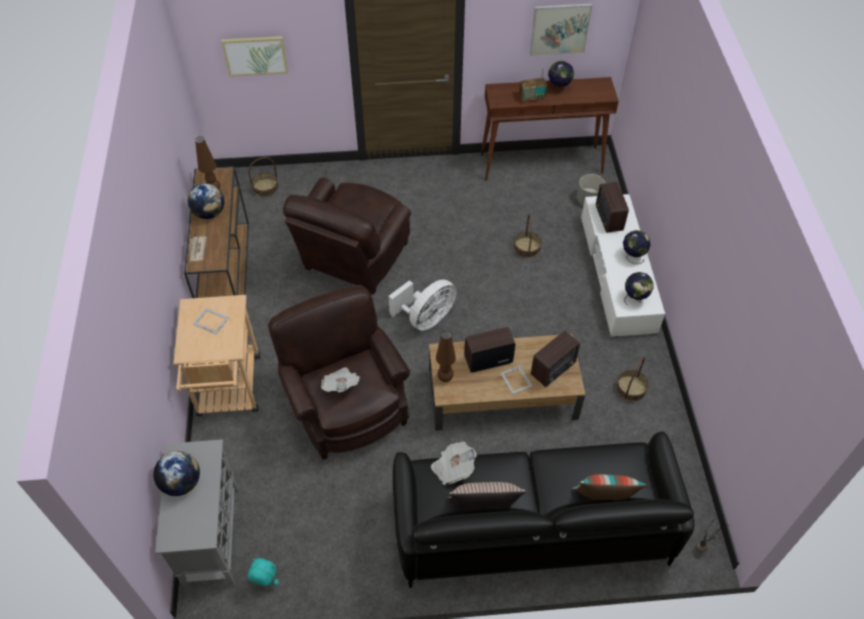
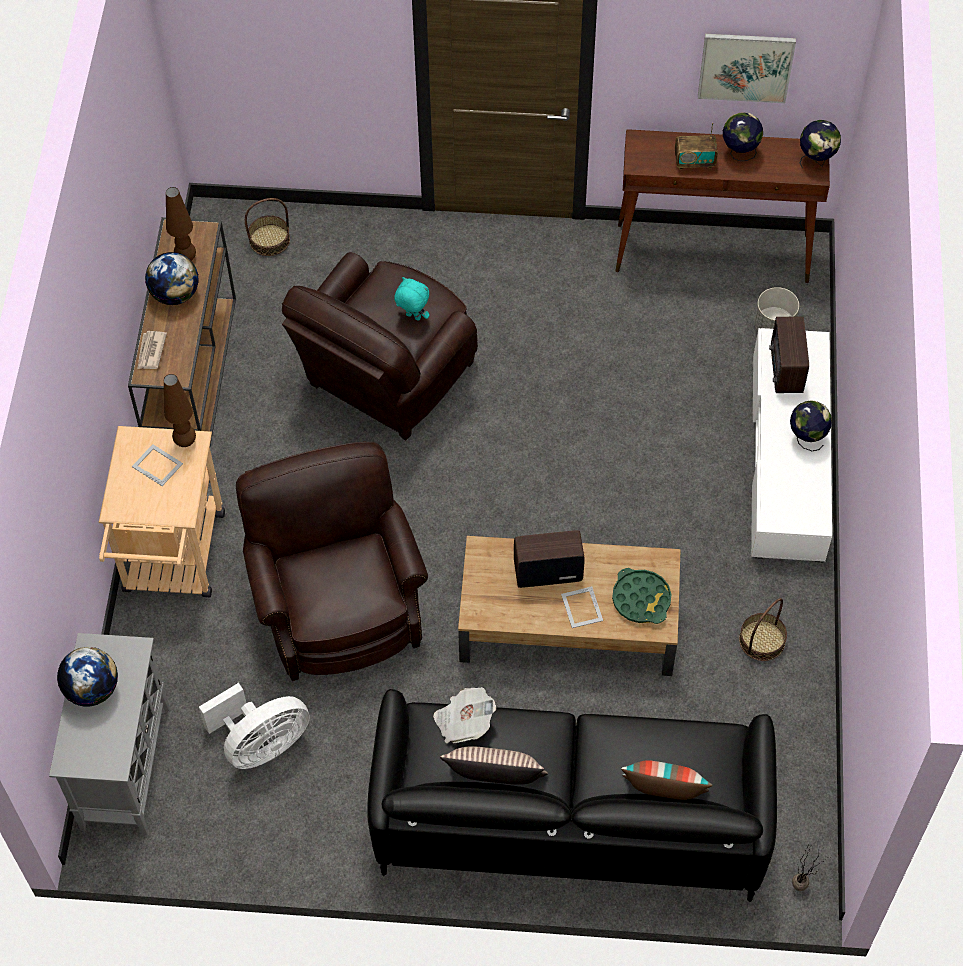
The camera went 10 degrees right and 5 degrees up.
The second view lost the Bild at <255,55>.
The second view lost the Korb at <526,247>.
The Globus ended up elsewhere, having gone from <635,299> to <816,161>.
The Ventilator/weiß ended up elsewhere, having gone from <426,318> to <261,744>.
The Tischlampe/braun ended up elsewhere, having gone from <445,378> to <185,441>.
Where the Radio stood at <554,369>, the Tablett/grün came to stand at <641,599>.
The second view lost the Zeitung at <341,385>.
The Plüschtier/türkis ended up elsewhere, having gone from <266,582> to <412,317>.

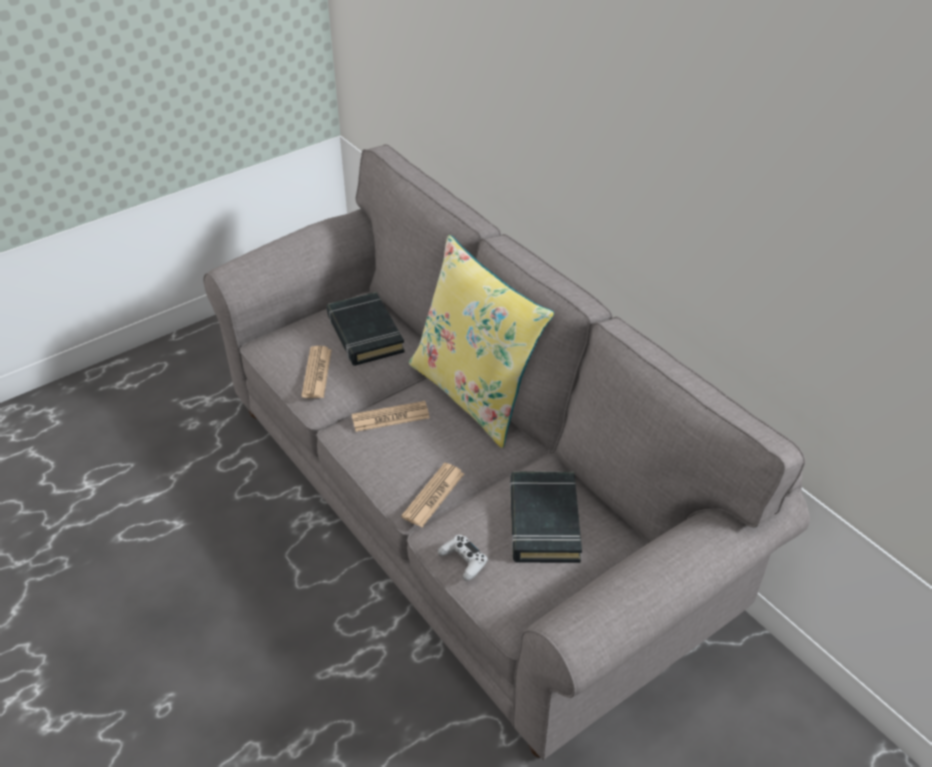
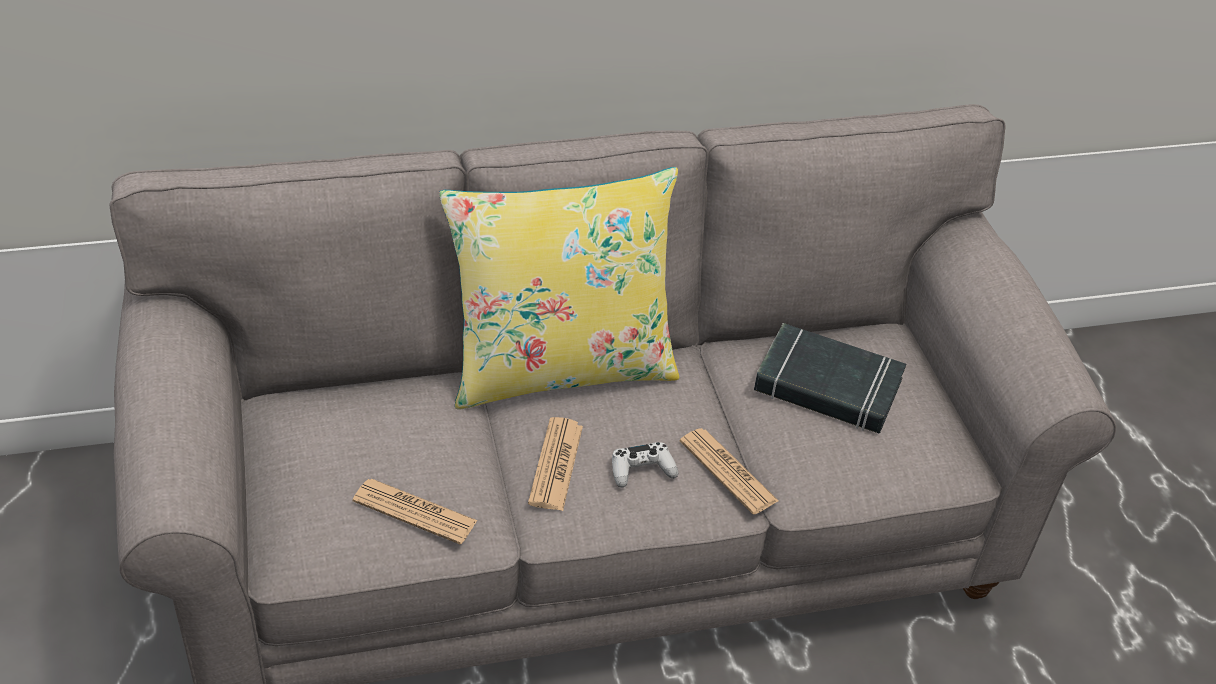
The camera went 70 degrees left and 0 degrees up.
The second view lost the Buch/schwarz at <364,334>.
The Gamepad/weiß ended up elsewhere, having gone from <463,561> to <641,470>.

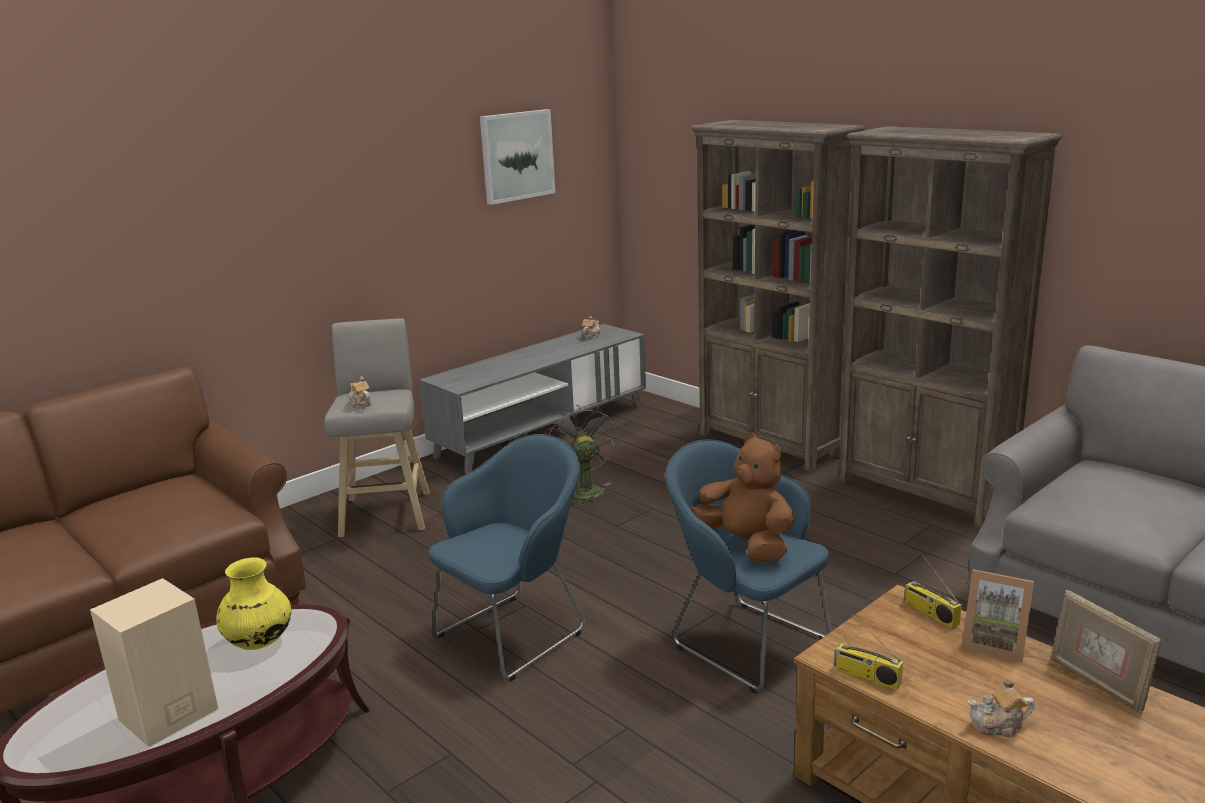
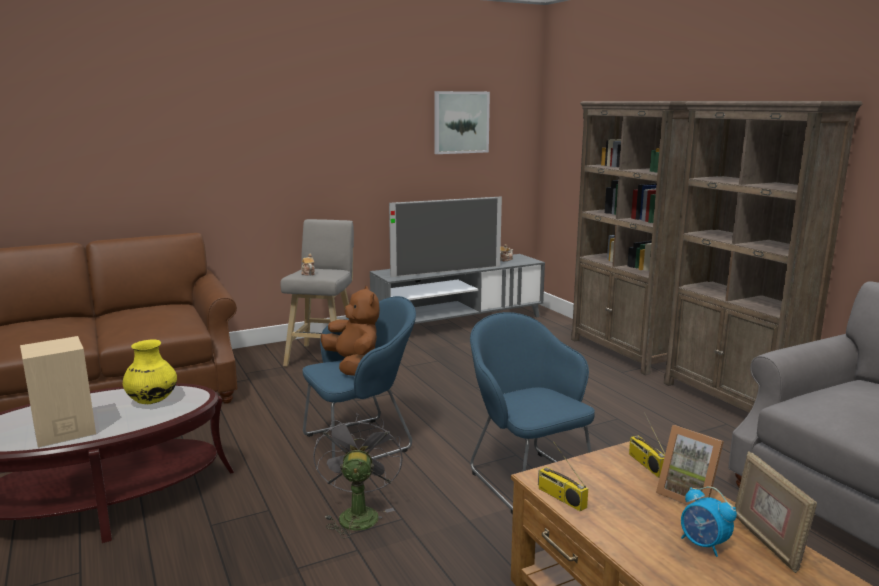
The camera went 15 degrees right and 5 degrees down.
The Ventilator/grau ended up elsewhere, having gone from <583,490> to <357,514>.
The Plüschtier/braun ended up elsewhere, having gone from <746,545> to <353,366>.
The second view lost the Teekanne at <998,726>.
The second view gained the Fernseher at <447,271>.
The second view gained the Wecker at <703,545>.

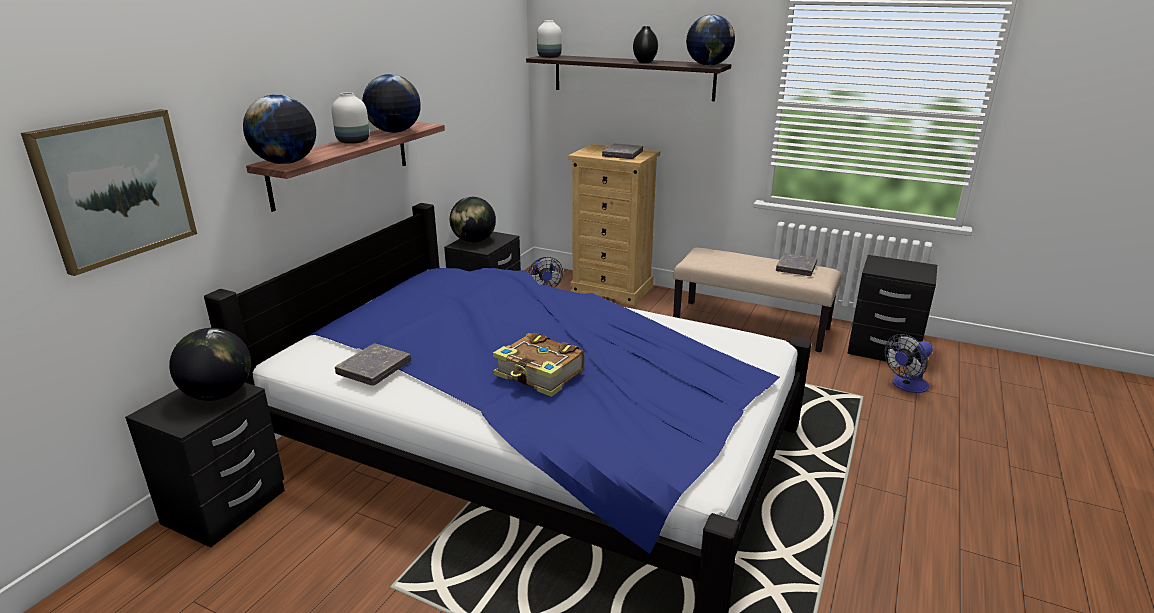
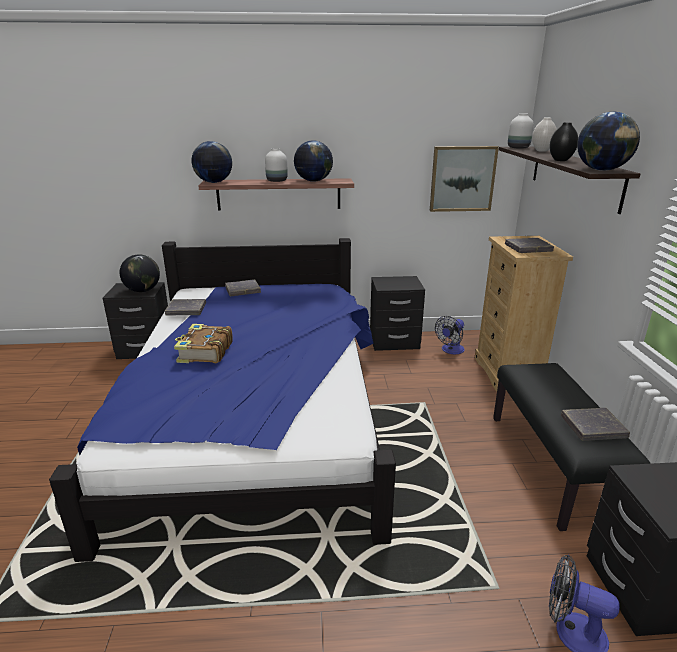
The camera went 60 degrees right and 0 degrees up.
The Bild ended up elsewhere, having gone from <115,188> to <462,179>.
The second view lost the Globus at <474,241>.
What was the Bank/beige at <751,325> turned into the Bank/schwarz at <553,466>.
The second view gained the Vase/weiß at <541,151>.
The second view gained the Buch/grau at <243,290>.

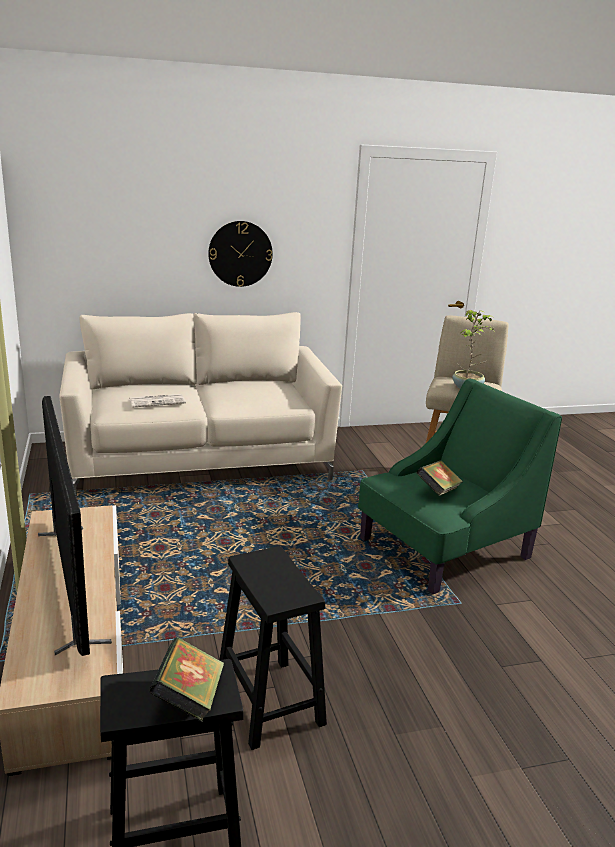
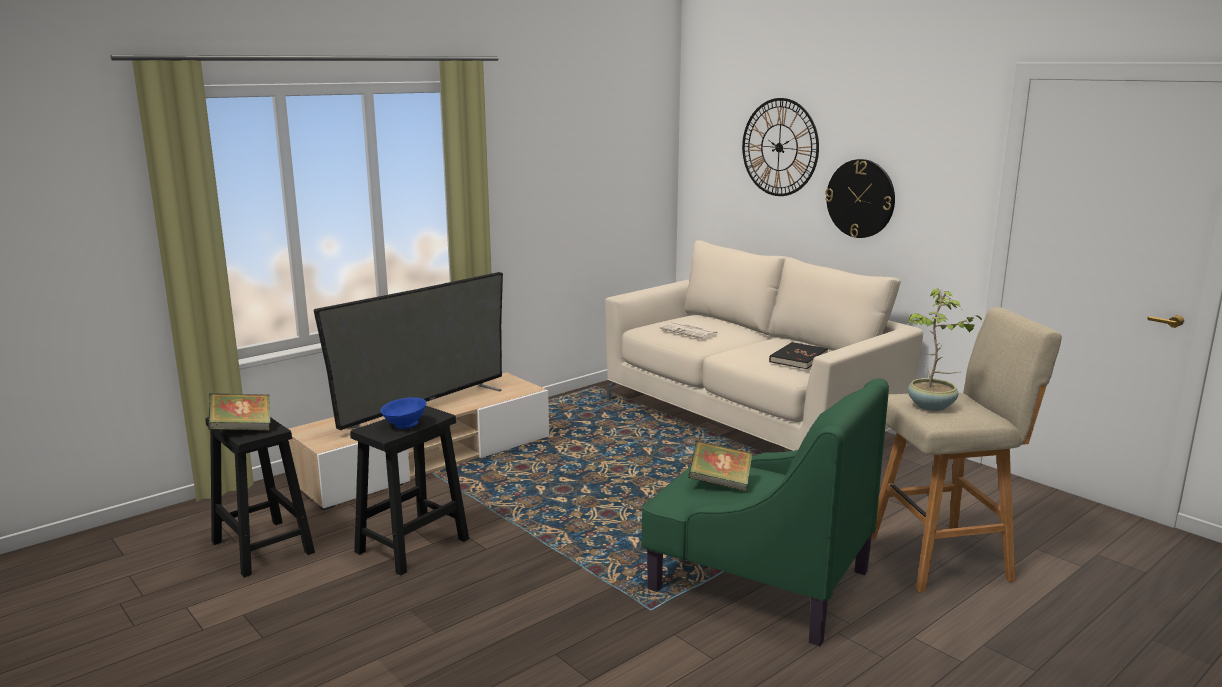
The camera went 65 degrees right and 5 degrees down.
The second view gained the Wanduhr at <779,147>.
The second view gained the Buch/schwarz at <798,358>.
The second view gained the Schüssel/blau at <404,425>.

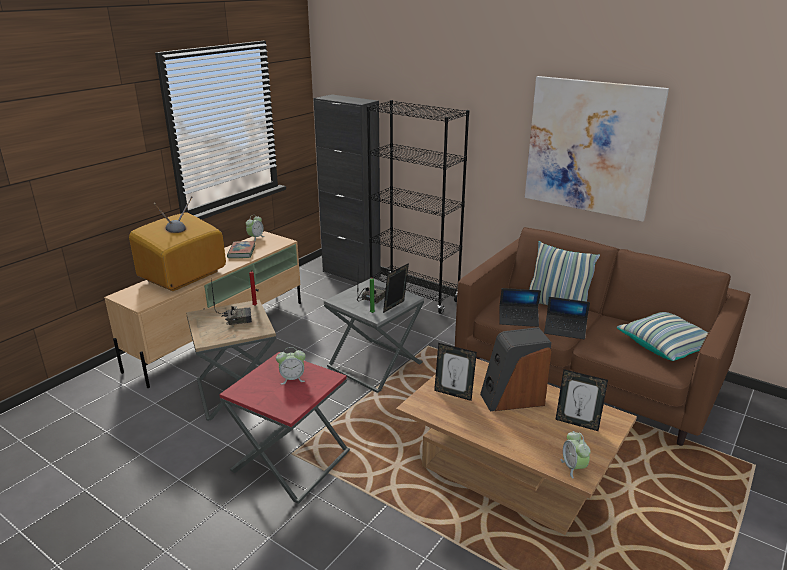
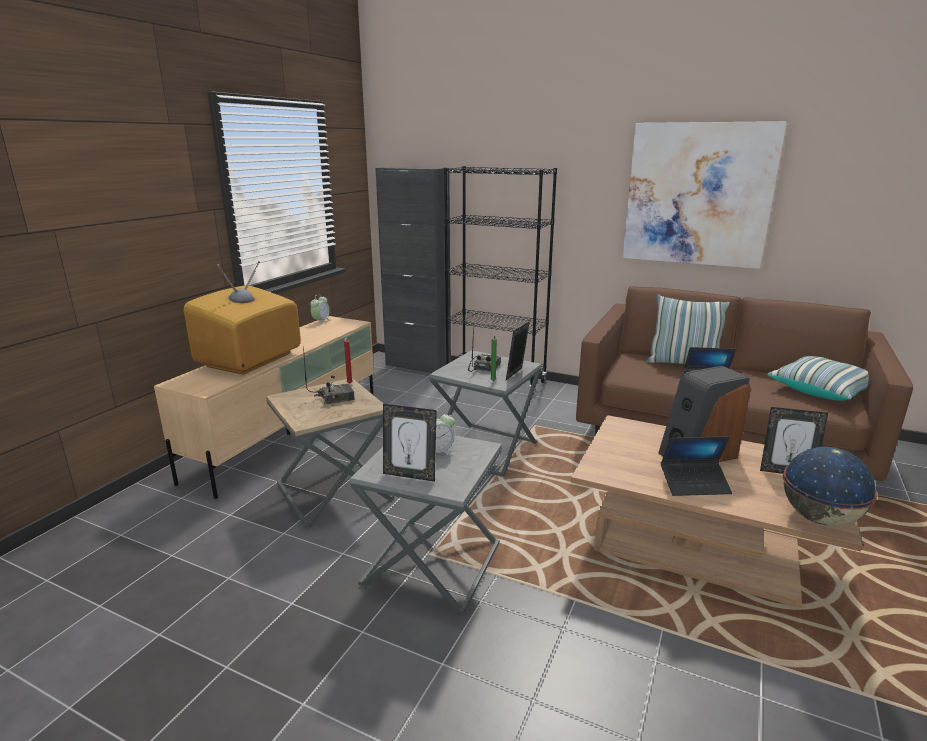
The camera went 10 degrees left and 5 degrees down.
The second view lost the Buch at <241,252>.
The Laptop ended up elsewhere, having gone from <518,319> to <694,484>.
The Bilderrahmen ended up elsewhere, having gone from <453,394> to <410,475>.
What was the Beistelltisch/rot at <291,461> turned into the Beistelltisch/grau at <432,563>.
Where the Wecker stood at <573,467>, the Globus came to stand at <820,518>.

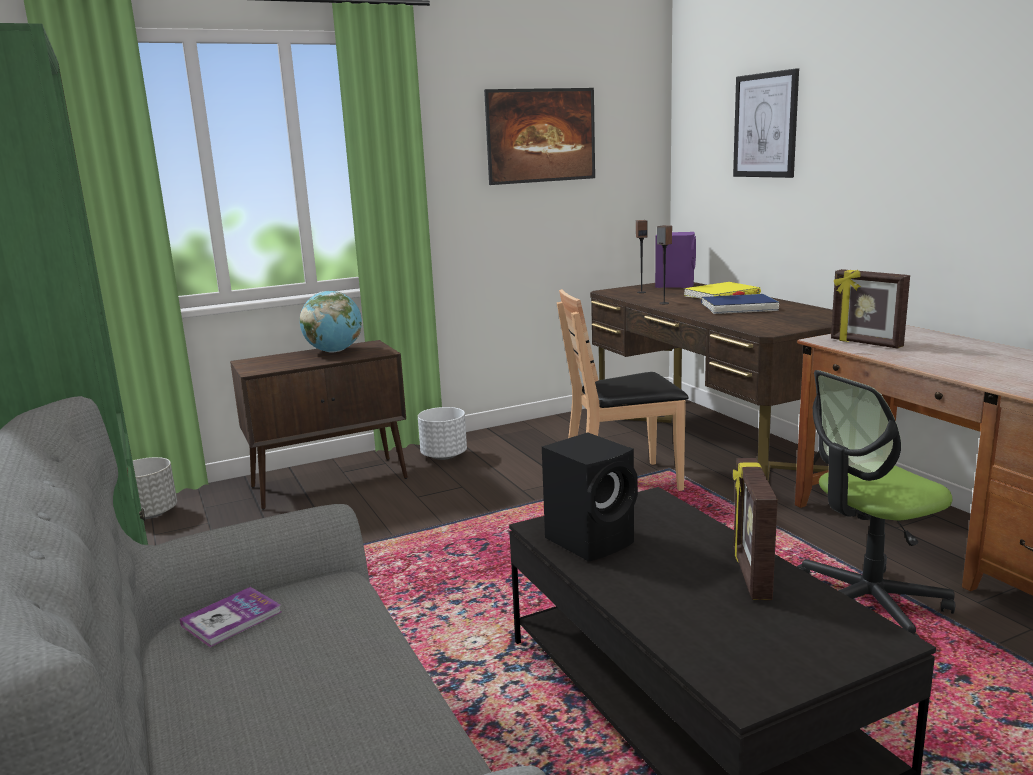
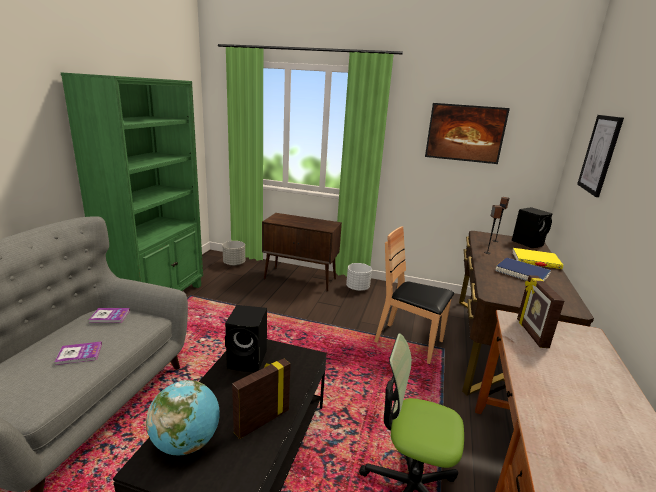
The camera went 40 degrees right and 5 degrees up.
What was the Lautsprecher/lila at <675,285> turned into the Lautsprecher/schwarz at <528,243>.
The Globus ended up elsewhere, having gone from <334,351> to <186,443>.
The second view gained the Buch at <79,354>.

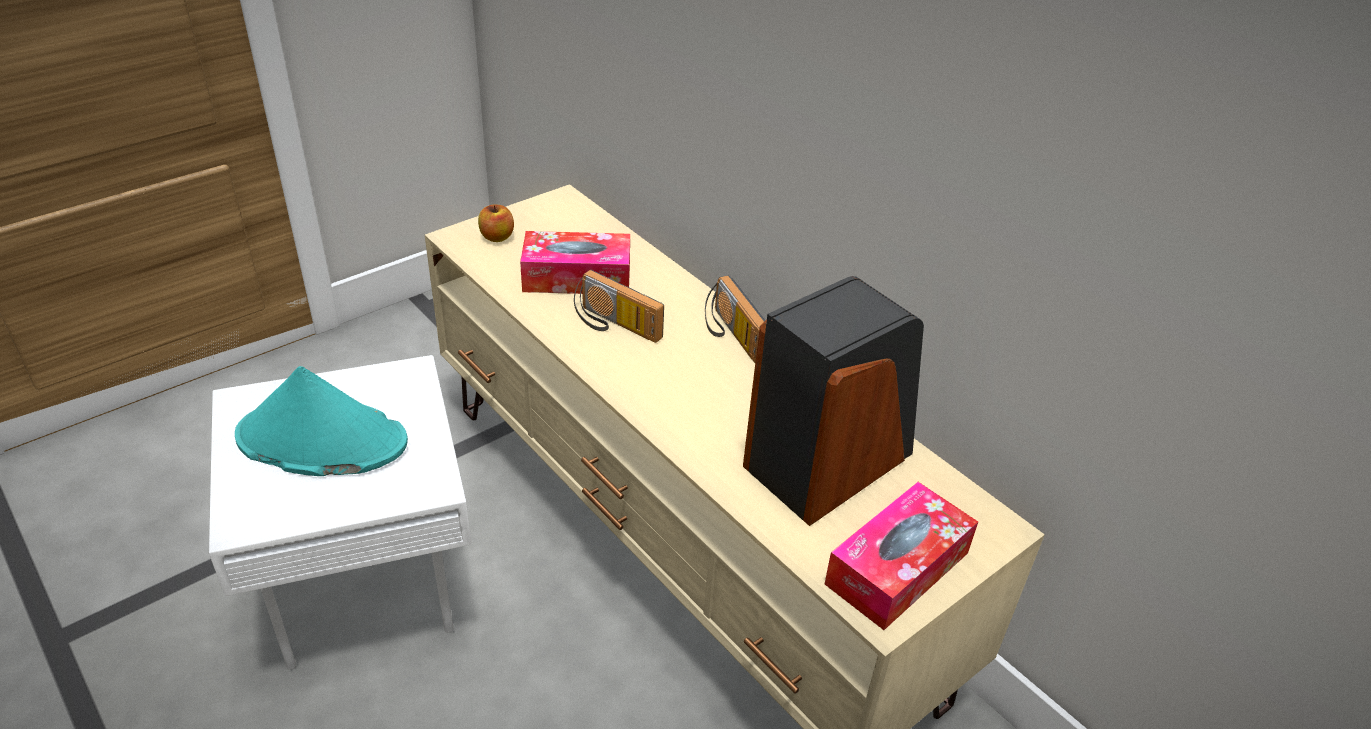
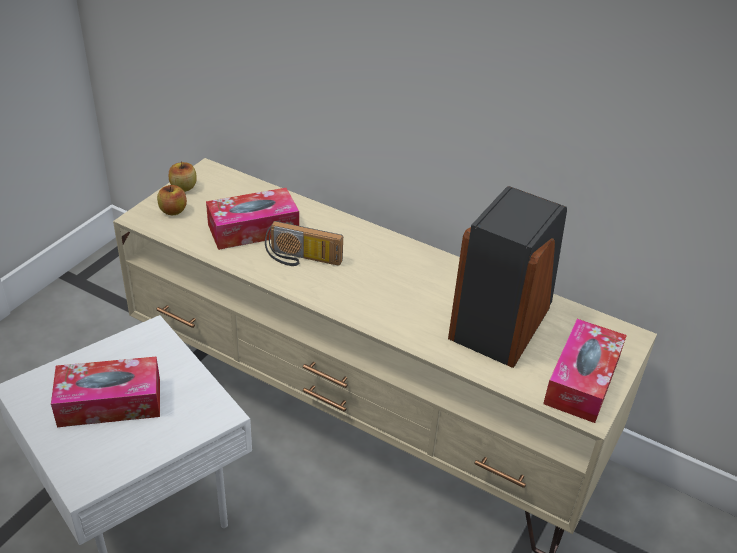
The camera went 20 degrees left and 0 degrees up.
The second view lost the Radio at <730,335>.
Where the Hut/türkis stood at <321,440>, the Taschentuchbox came to stand at <110,402>.
The second view gained the Apfel at <183,187>.

